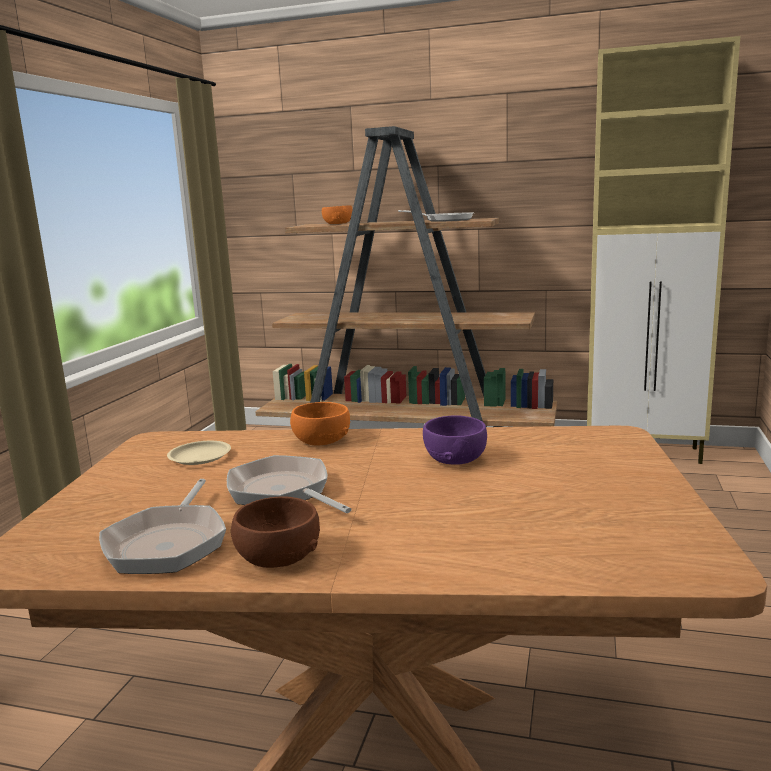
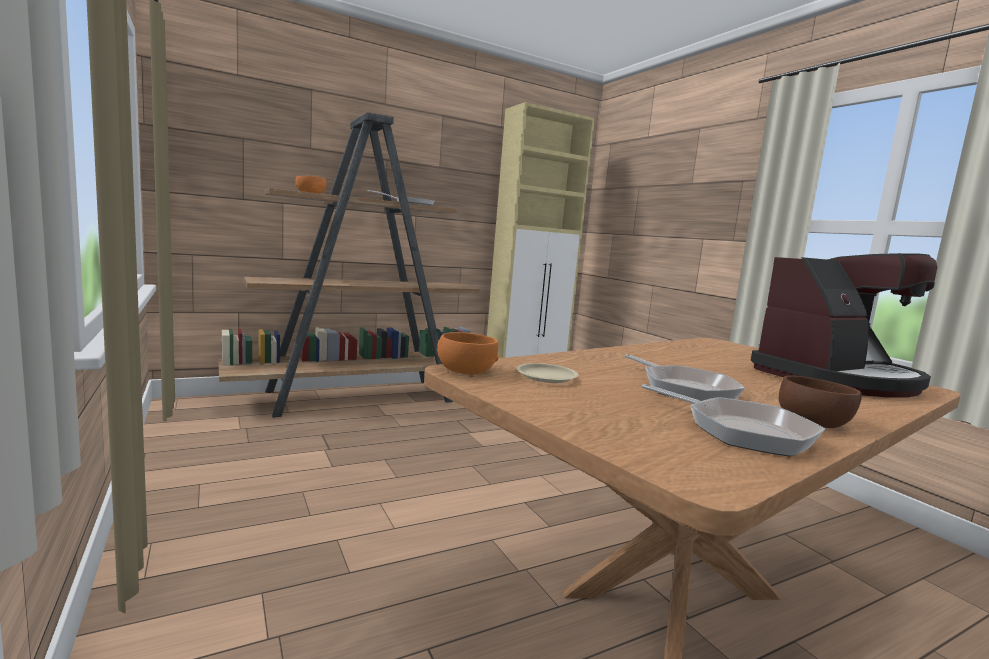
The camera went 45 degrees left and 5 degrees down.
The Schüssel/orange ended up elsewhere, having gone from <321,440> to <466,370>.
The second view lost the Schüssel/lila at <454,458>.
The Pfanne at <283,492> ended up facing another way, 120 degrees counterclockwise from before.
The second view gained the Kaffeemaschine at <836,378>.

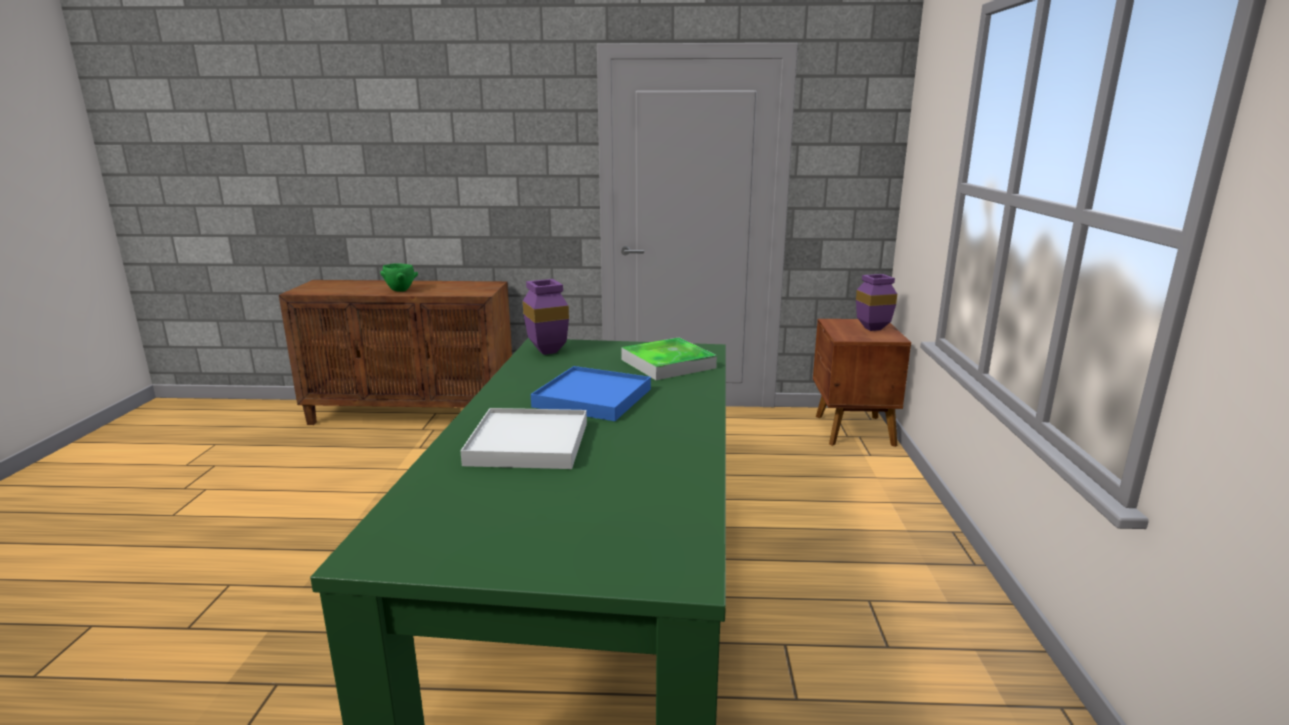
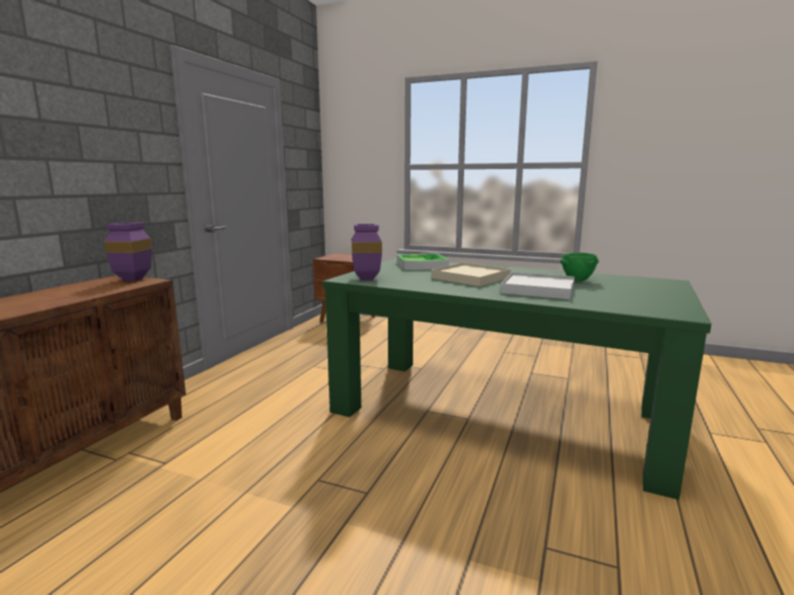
The camera went 70 degrees left and 5 degrees down.
The Schüssel/grün ended up elsewhere, having gone from <400,291> to <578,280>.
The Vase/lila ended up elsewhere, having gone from <873,328> to <133,279>.
What was the Tablett/blau at <593,398> turned into the Tablett/beige at <470,277>.

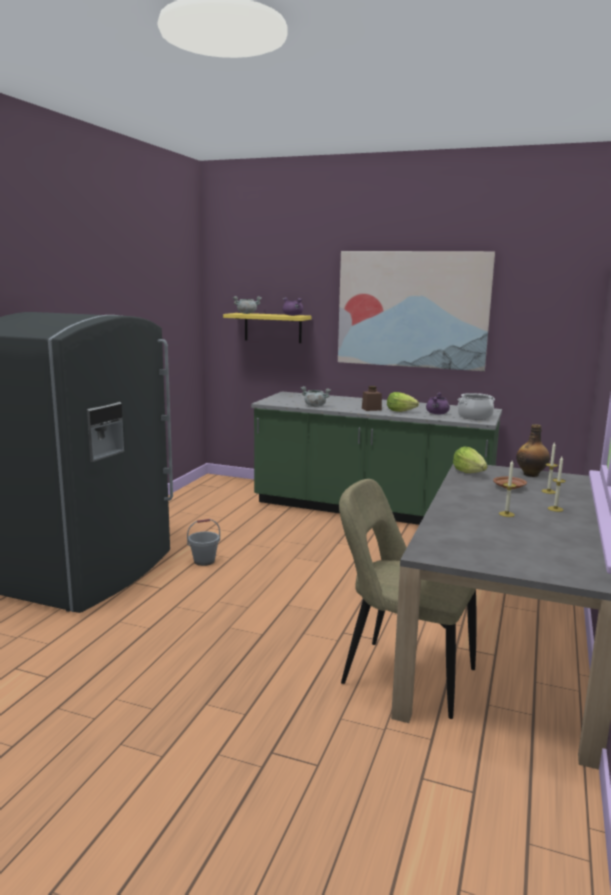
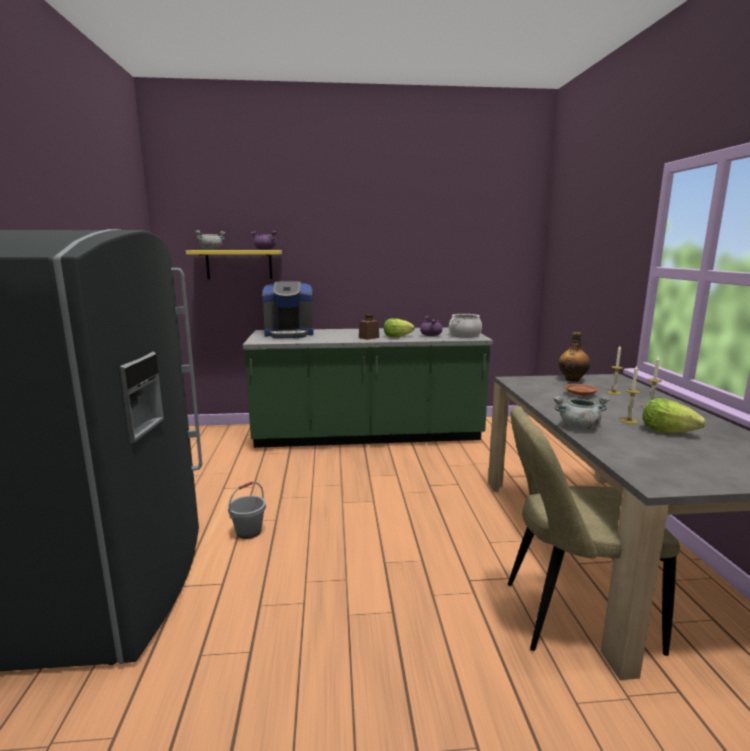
The camera went 25 degrees left and 0 degrees up.
The second view lost the Bild at <412,309>.
The Kochtopf/grau ended up elsewhere, having gone from <314,406> to <579,427>.
The Salatkopf ended up elsewhere, having gone from <469,472> to <667,431>.
The second view gained the Kaffeemaschine at <289,334>.

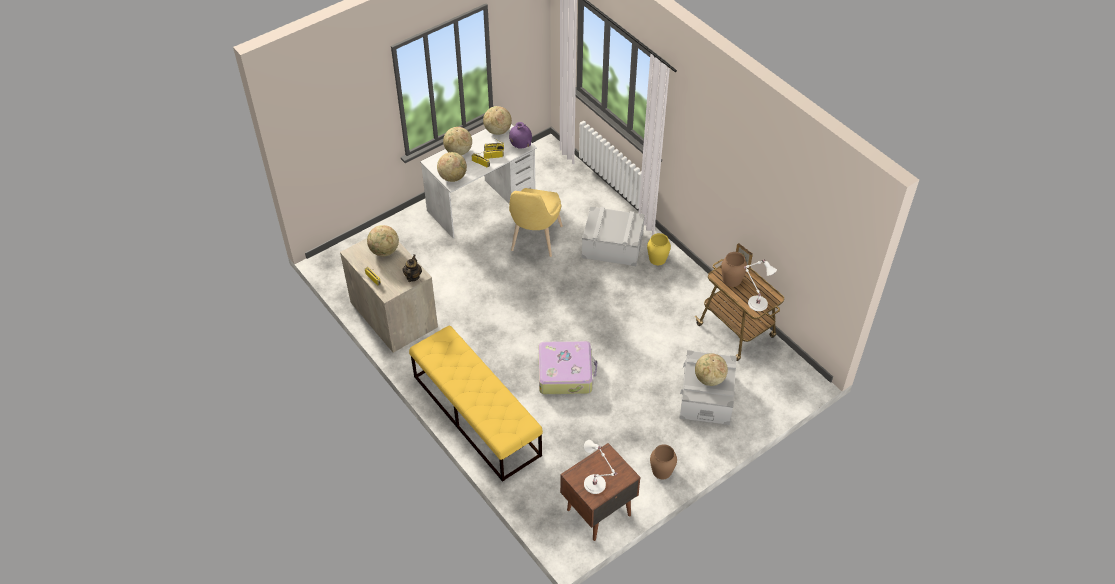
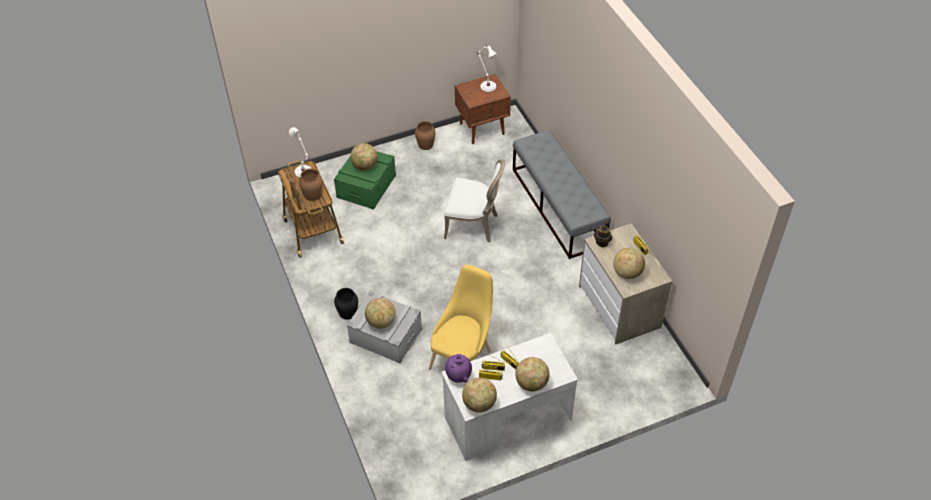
The camera went 165 degrees left and 0 degrees up.
The Globus ended up elsewhere, having gone from <452,177> to <381,322>.
What was the Vase/gelb at <657,259> turned into the Vase/schwarz at <348,312>.
What was the Bank/gelb at <476,415> turned into the Bank/grau at <558,207>.
Where the Koffer stood at <566,373>, the Stuhl/weiß came to stand at <474,225>.
What was the Aufbewahrungsbox/grau at <706,396> turned into the Aufbewahrungsbox/grün at <366,186>.

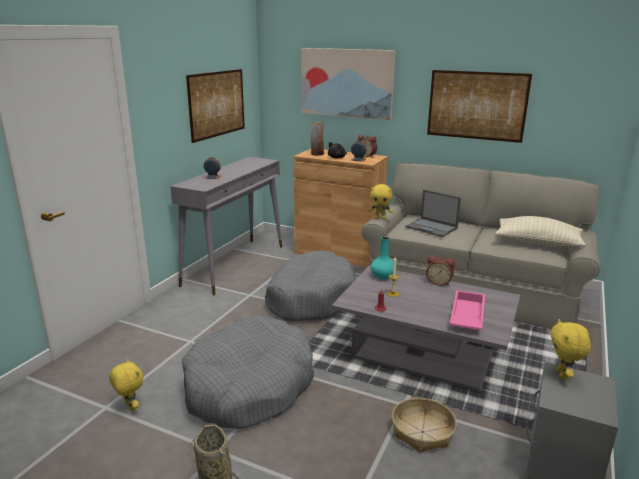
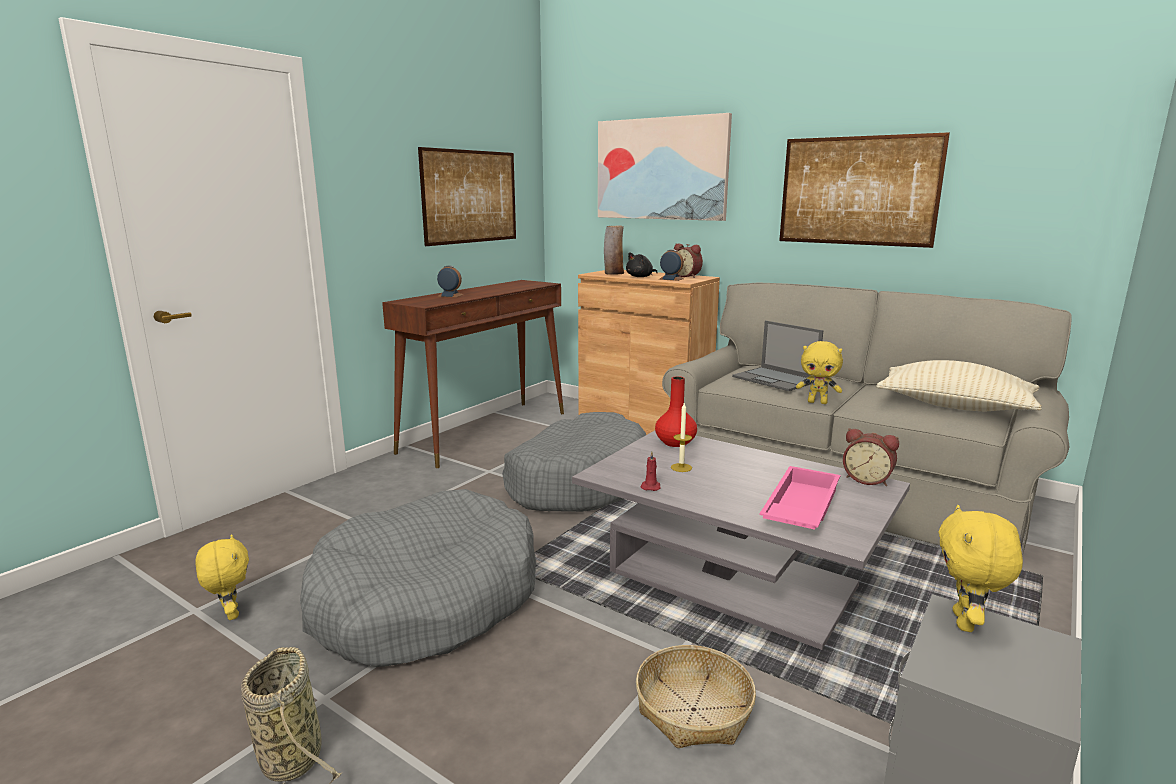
The camera went 10 degrees right and 5 degrees down.
What was the Konsolentisch/grau at <235,264> turned into the Konsolentisch/braun at <486,431>.
The Plüschtier/gelb ended up elsewhere, having gone from <380,218> to <817,402>.
What was the Vase/türkis at <382,276> turned into the Vase/rot at <674,442>.
The Wecker ended up elsewhere, having gone from <439,282> to <867,479>.

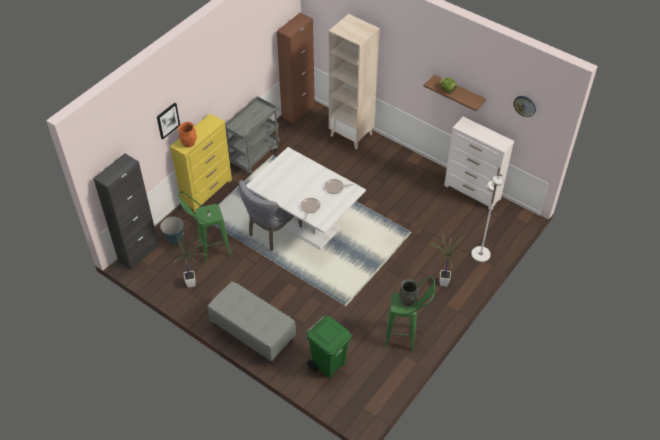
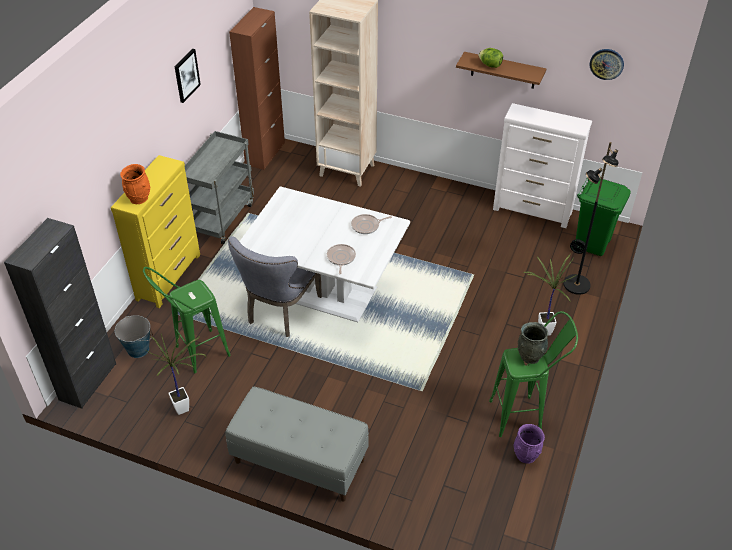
The camera went 15 degrees left and 5 degrees down.
The Bild ended up elsewhere, having gone from <167,120> to <186,75>.
What was the Stehlampe/weiß at <480,254> turned into the Stehlampe/schwarz at <576,285>.
The Mülleimer/grün ended up elsewhere, having gone from <328,363> to <591,243>.
The second view gained the Vase/lila at <525,455>.

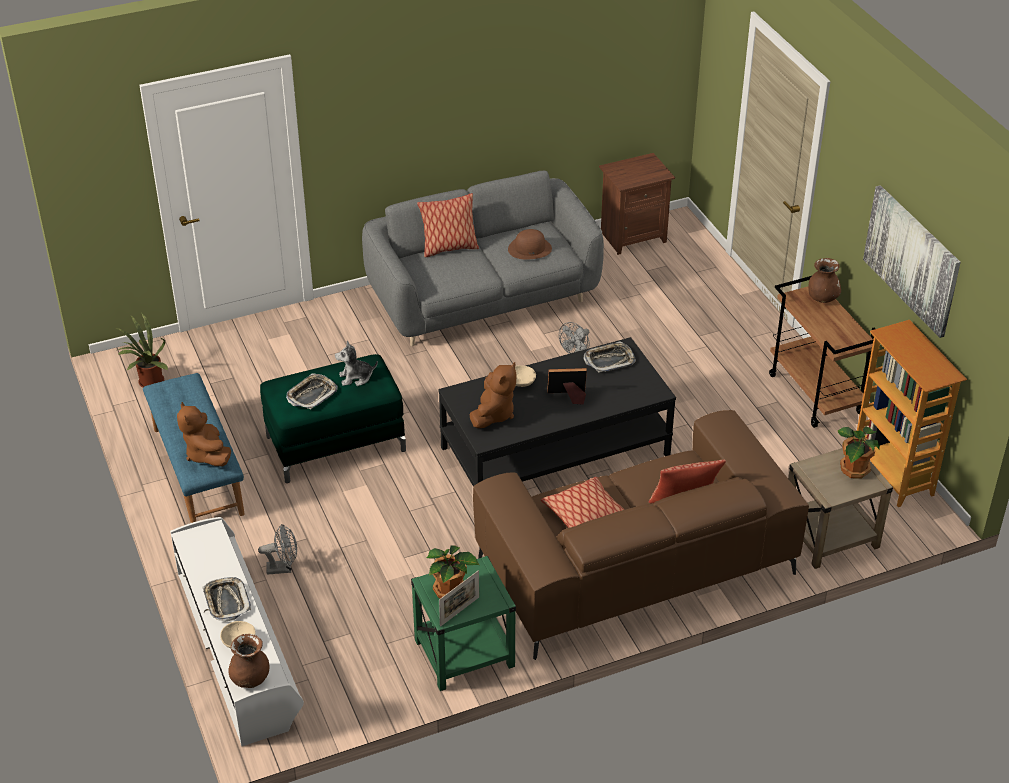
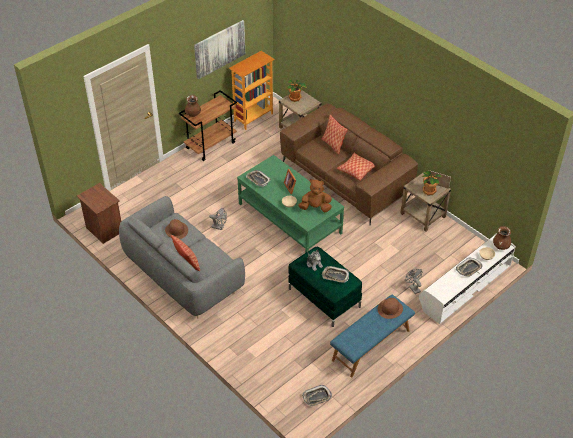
The camera went 110 degrees left and 5 degrees up.
Where the Topfpflanze stood at <148,383>, the Tablett came to stand at <317,397>.
What was the Couchtisch/schwarz at <554,451> turned into the Couchtisch/grün at <290,218>.
Where the Plüschtier/braun stood at <206,454>, the Hut/braun came to stand at <390,309>.
What was the Beistelltisch/grün at <463,654> turned into the Beistelltisch/beige at <423,215>.

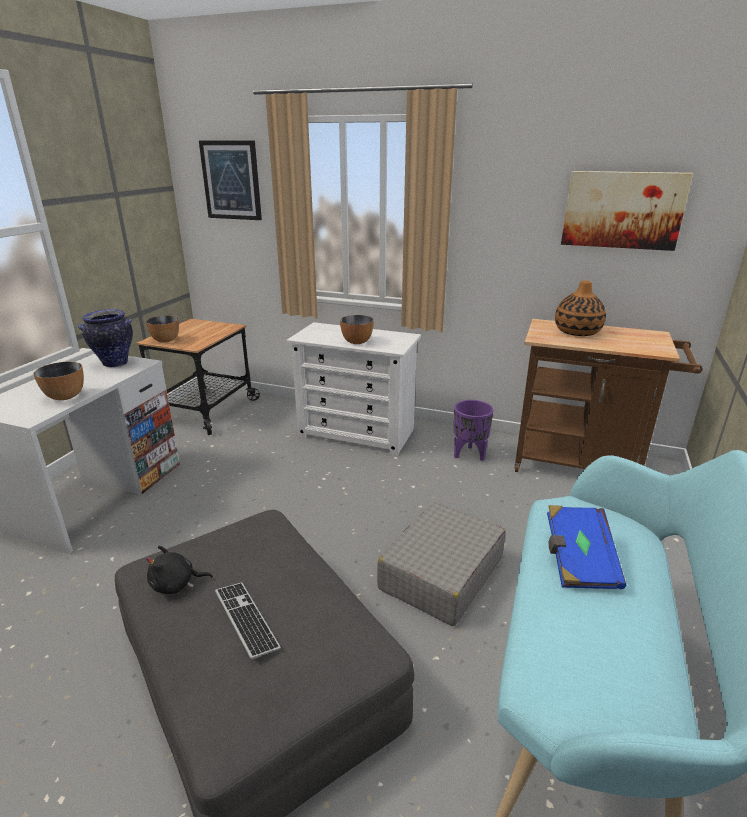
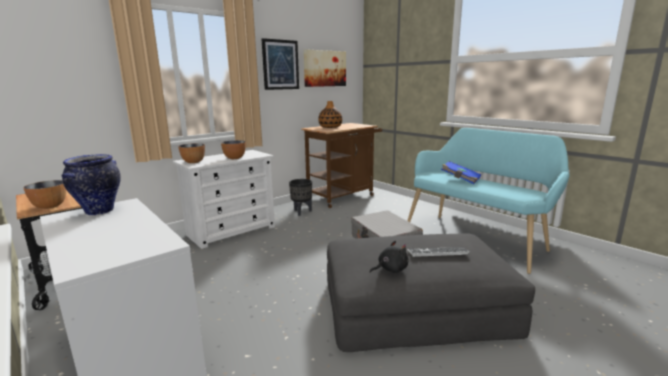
The camera went 60 degrees left and 10 degrees down.
The Bild ended up elsewhere, having gone from <231,180> to <280,65>.
The Schüssel ended up elsewhere, having gone from <65,396> to <193,162>.
What was the Pflanzkübel/lila at <469,455> turned into the Pflanzkübel/schwarz at <302,212>.
The Plüschtier/schwarz at <176,584> ended up facing another way, 135 degrees counterclockwise from before.

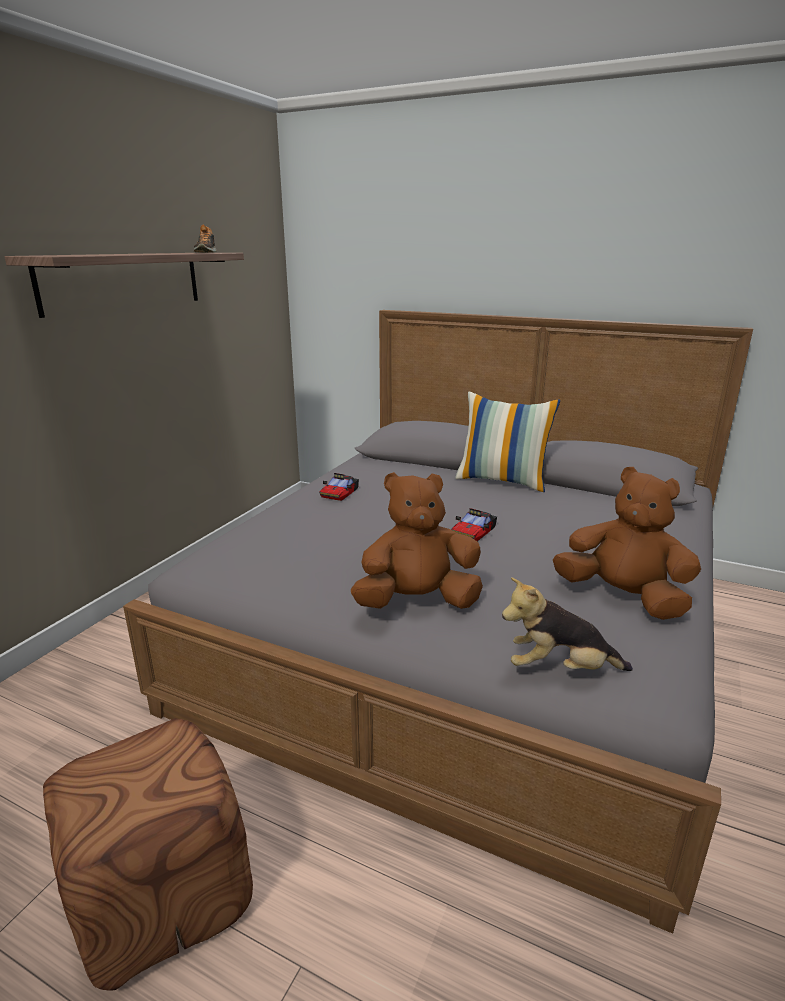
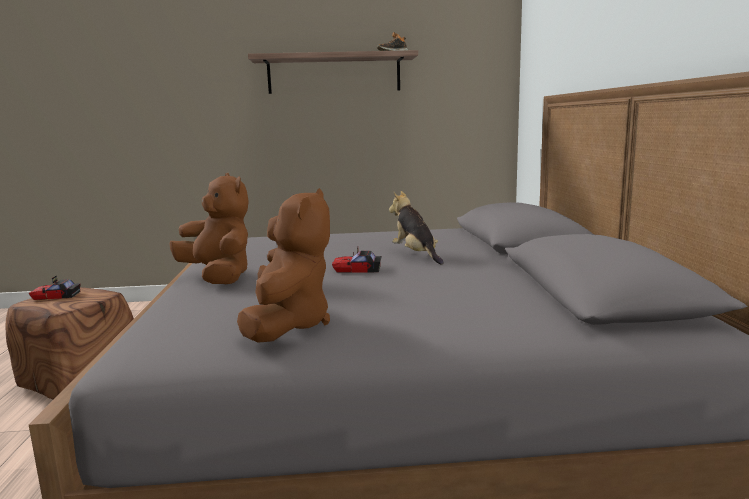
The camera went 60 degrees right and 10 degrees down.
The second view lost the Kissen at <502,480>.
The Spielzeugauto ended up elsewhere, having gone from <339,493> to <56,295>.
The Plüschtier ended up elsewhere, having gone from <559,668> to <416,255>.

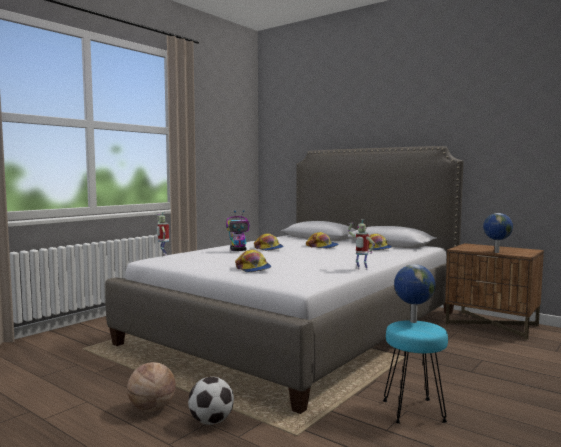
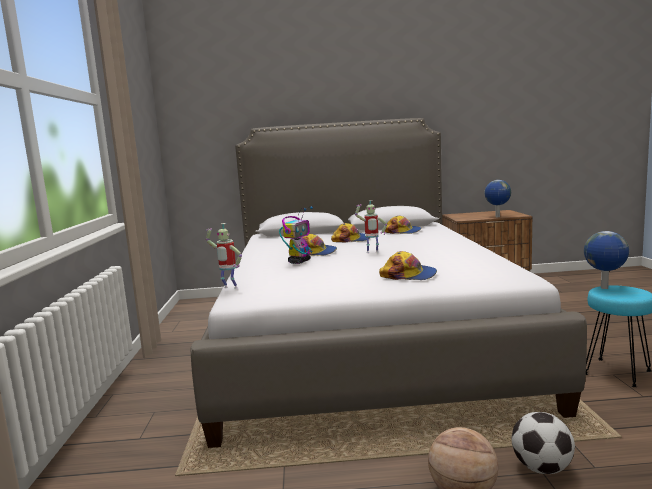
The camera went 40 degrees left and 5 degrees up.
The Spielzeugroboter ended up elsewhere, having gone from <361,269> to <372,252>.

